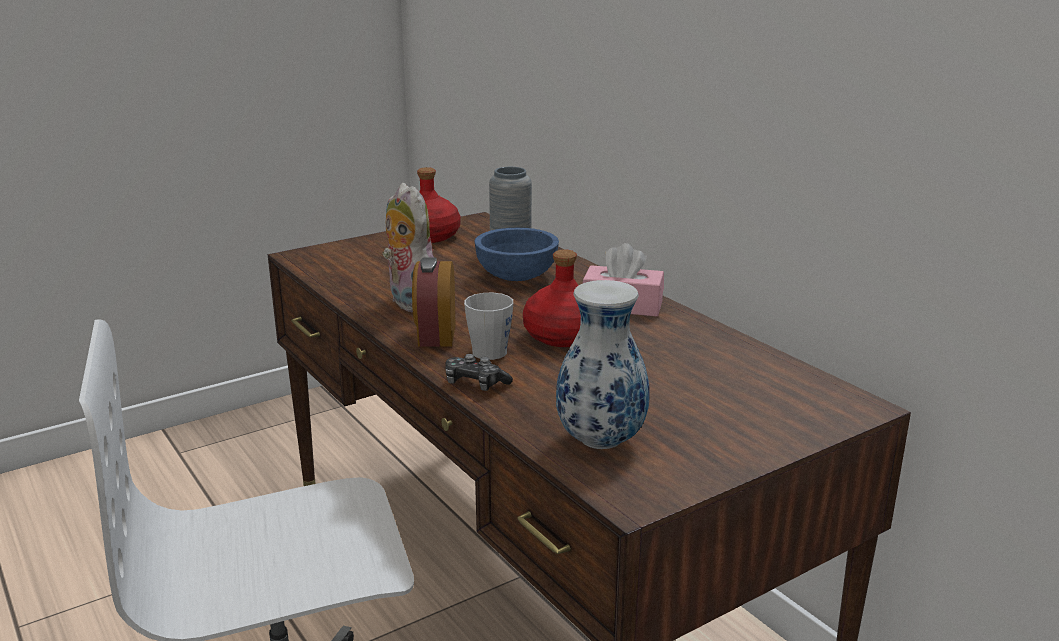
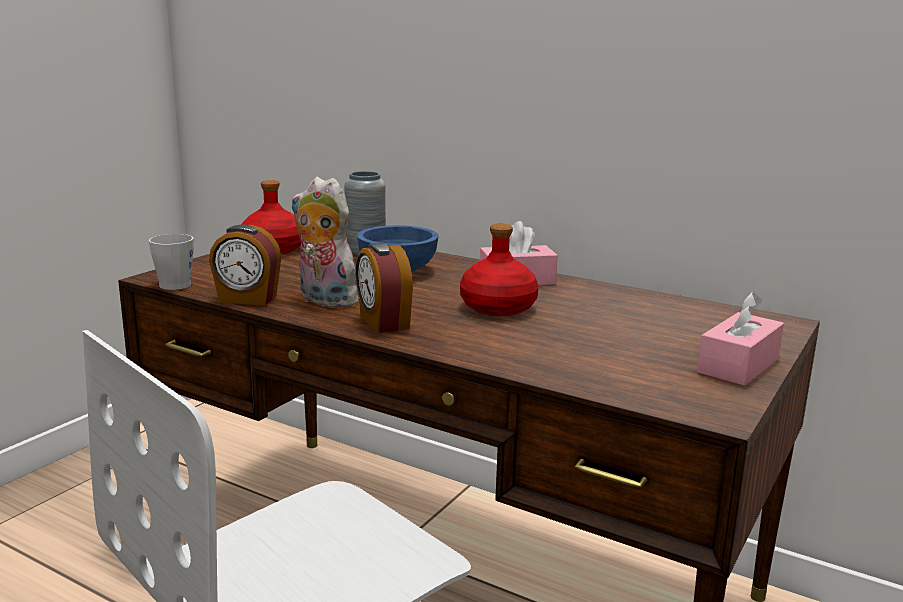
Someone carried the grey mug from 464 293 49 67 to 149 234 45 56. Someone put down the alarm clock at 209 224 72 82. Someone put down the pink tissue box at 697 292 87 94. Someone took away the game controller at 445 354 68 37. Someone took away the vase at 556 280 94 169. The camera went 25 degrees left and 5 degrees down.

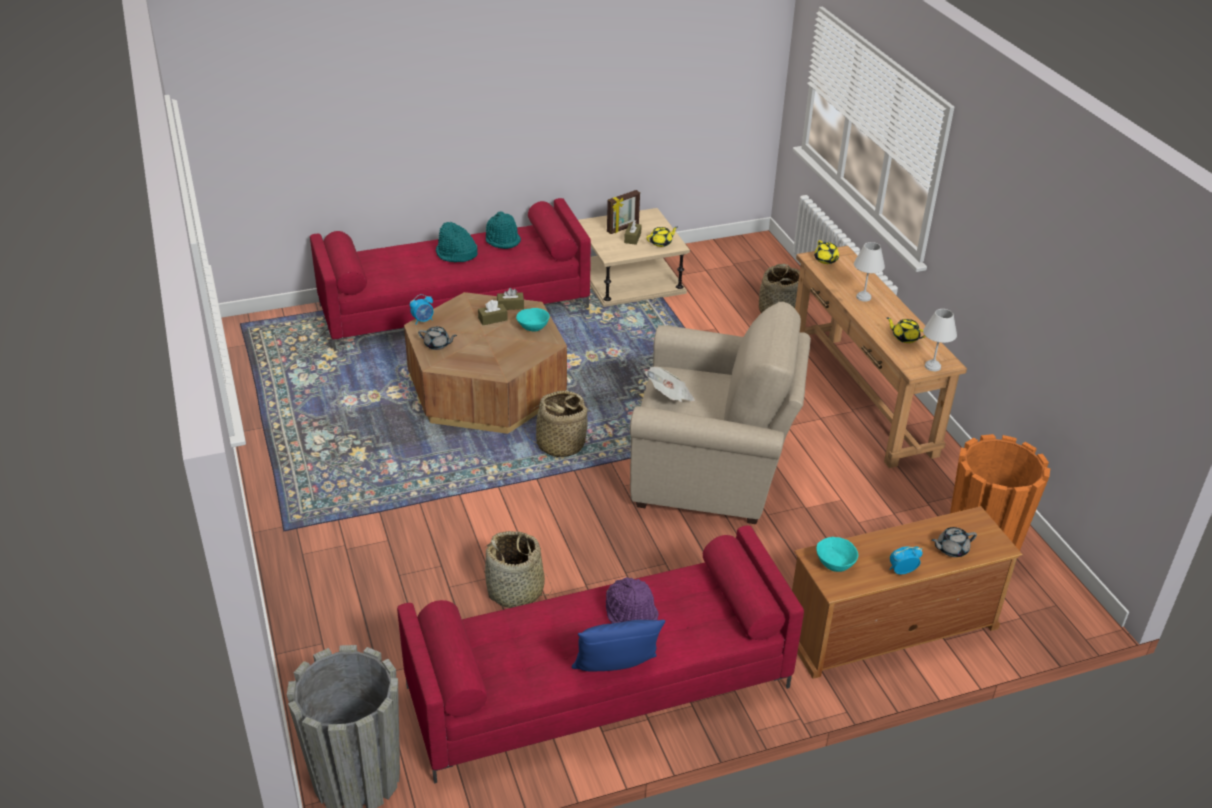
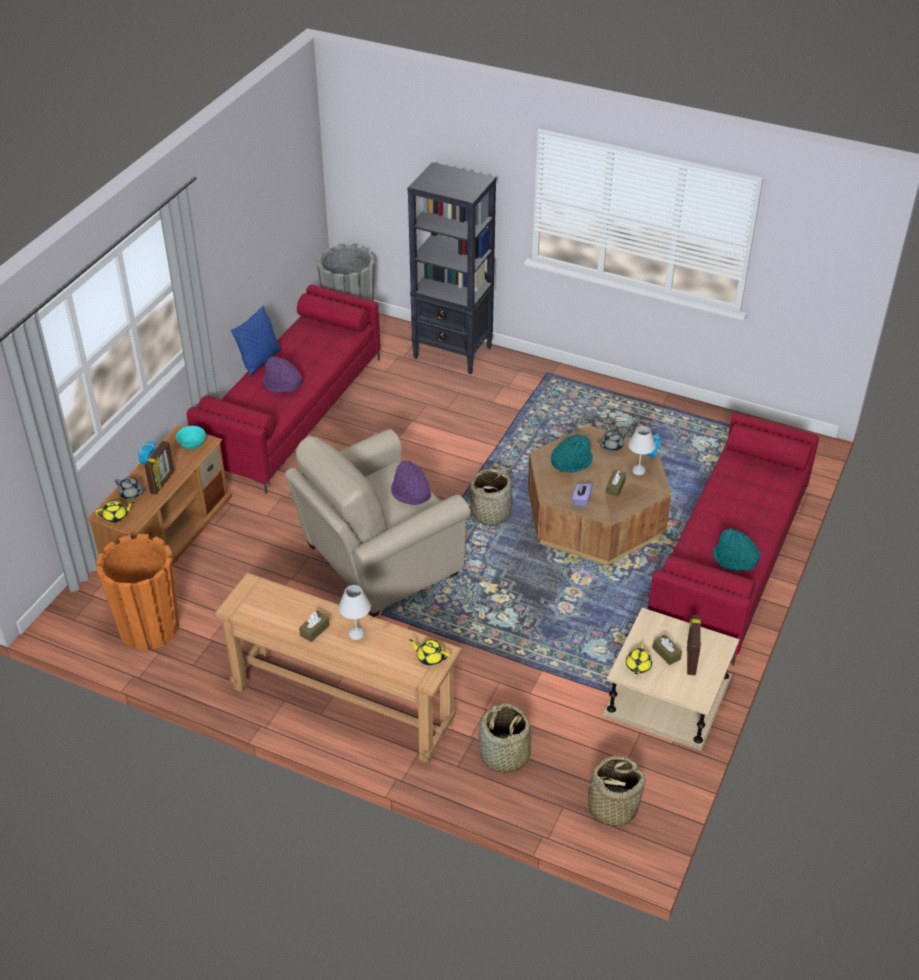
Someone carried the yellow teapot from 887 317 39 26 to 95 500 39 23. Someone rotated the grey teapot at 932 527 45 30 by 90 degrees clockwise. Someone put down the picture frame at 144 441 30 54. Someone carried the brown tissue box from 497 288 27 22 to 299 611 31 31. Someone swapped the newspaper at 645 366 50 36 for the purple hat at 391 461 40 44. Someone put down the black bookcase at 407 162 89 212. Someone carried the turquoise hat from 436 222 42 41 to 551 434 42 38. Someone swapped the turquoise bowl at 516 308 34 24 for the purple tissue box at 572 482 20 26. Someone carried the basket from 483 531 69 77 to 578 756 67 71. Someone carried the white table lamp from 923 309 34 62 to 628 426 27 49. The camera went 135 degrees right and 5 degrees up.

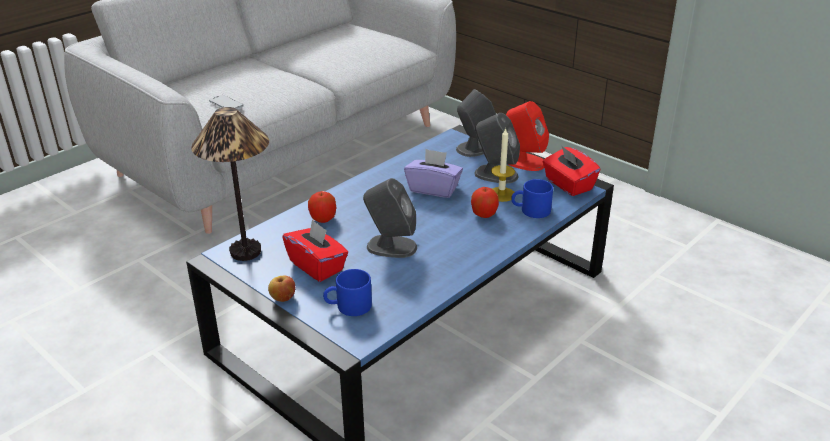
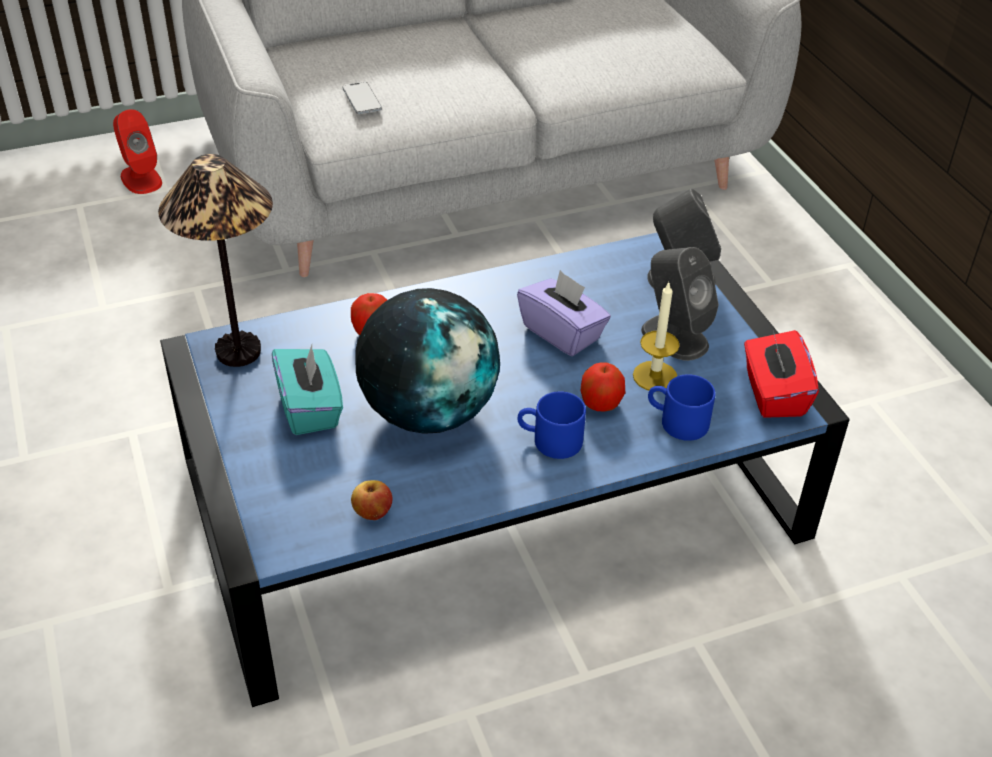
Someone carried the red speaker from 506 101 43 70 to 113 109 49 85. Someone repainted the red tissue box at 282 219 66 63, which became the turquoise tissue box at 272 345 71 90. Someone carried the apple from 268 276 27 26 to 351 480 42 40. Someone swapped the grey speaker at 363 178 54 80 for the globe at 355 288 145 146. Someone carried the blue mug from 323 269 49 47 to 518 391 68 68. The camera went 25 degrees right and 10 degrees up.

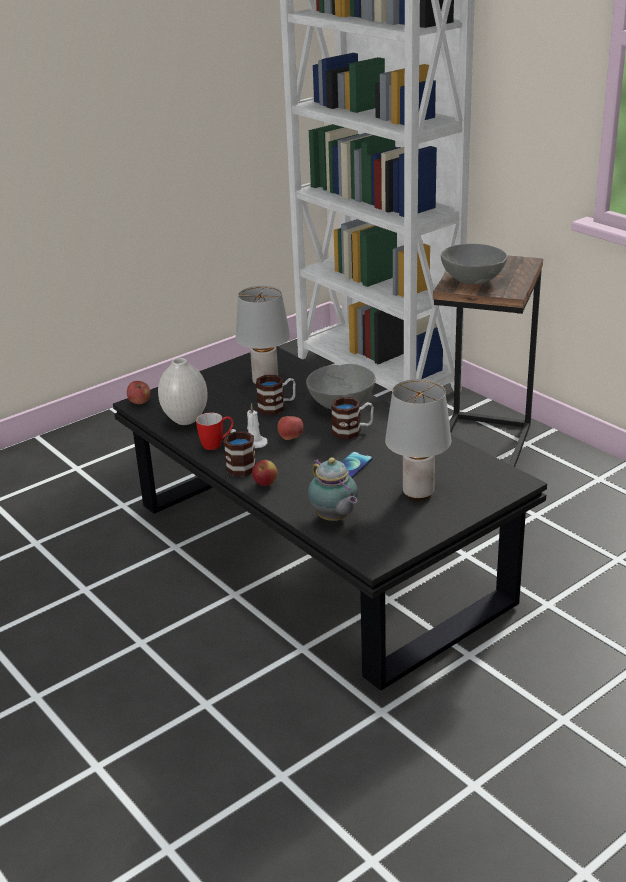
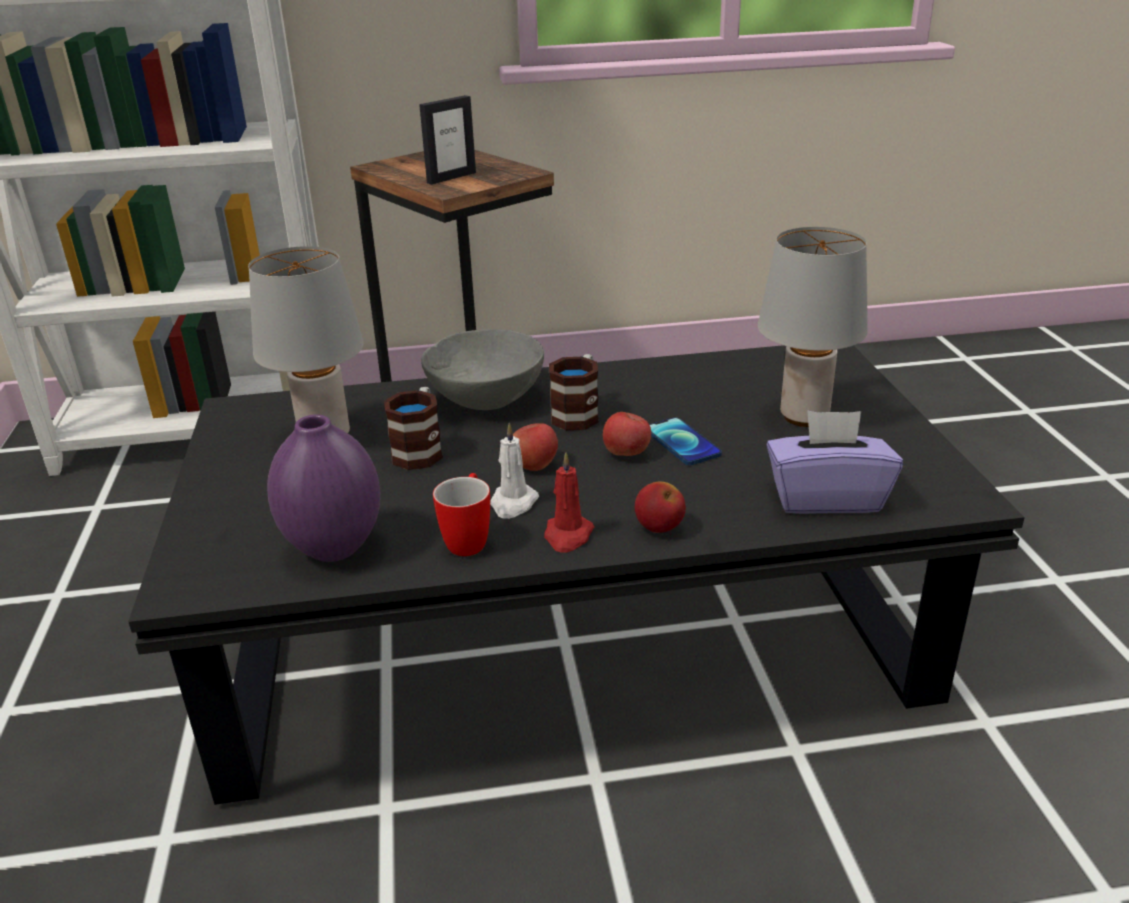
Someone repainted the white vase at 158 358 50 67, which became the purple vase at 267 415 113 147. Someone swapped the grey bowl at 441 244 66 40 for the picture frame at 419 95 57 89. Someone swapped the mug at 223 429 33 47 for the red candle at 544 452 50 101. Someone carried the apple from 127 381 23 23 to 603 412 48 44. Someone swapped the teapot at 308 457 50 64 for the purple tissue box at 766 411 137 103. The camera went 60 degrees left and 0 degrees up.

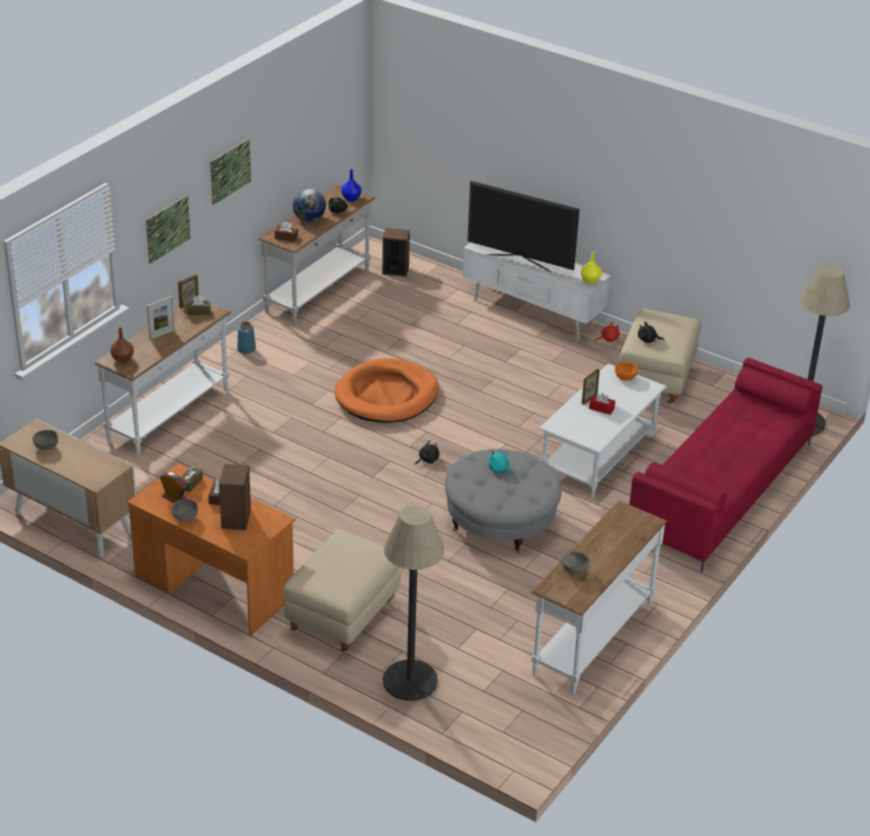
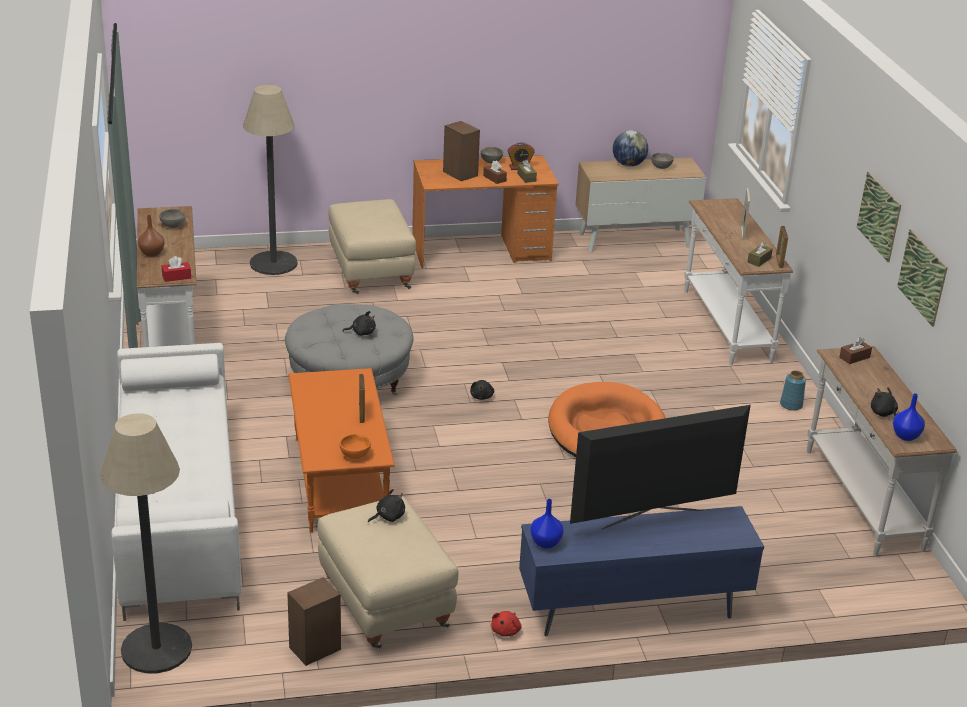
Someone repainted the red sofa at 629 358 193 214, which became the white sofa at 111 343 131 278. Someone carried the brown vase from 110 327 24 36 to 138 215 27 42. Someone carried the red tissue box from 589 393 26 22 to 162 256 29 26. Someone carried the speaker from 382 228 28 49 to 287 577 54 89. Someone repainted the white coffee table at 539 364 128 134, which became the orange coffee table at 288 368 107 164. Someone repainted the turquoise plush toy at 488 449 26 26, which became the black plush toy at 342 311 34 25. Someone repainted the white tv stand at 463 242 148 98, which became the blue tv stand at 519 506 245 130. Someone repainted the yellow vase at 581 251 21 33, which became the blue vase at 531 499 33 50. Someone carried the globe from 293 188 33 34 to 613 130 35 37. Someone carried the picture from 146 195 45 69 to 897 229 51 98. The camera went 135 degrees right and 5 degrees down.

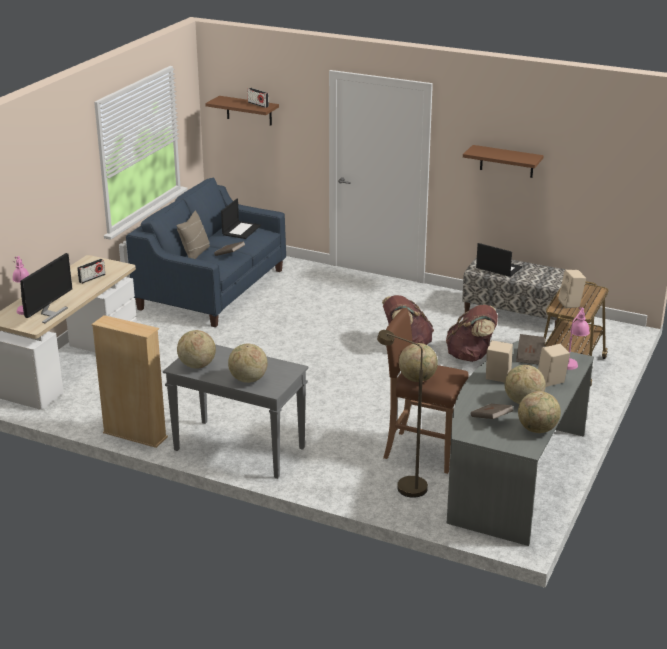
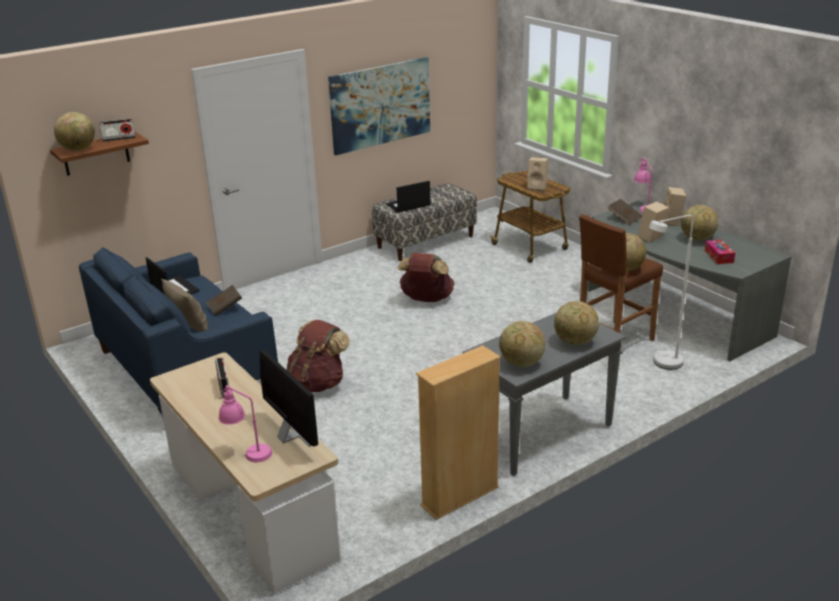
Someone carried the globe from 518 391 43 42 to 54 112 41 39. Someone carried the brown backpack from 446 305 52 57 to 287 320 63 72. Someone swapped the brown shelf at 463 145 81 33 for the picture at 328 57 102 98. Someone repainted the brown floor lamp at 377 330 51 168, which became the white floor lamp at 649 215 45 155. Someone swapped the brown book at 471 404 43 15 for the tissue box at 705 240 30 24. The camera went 60 degrees left and 0 degrees up.

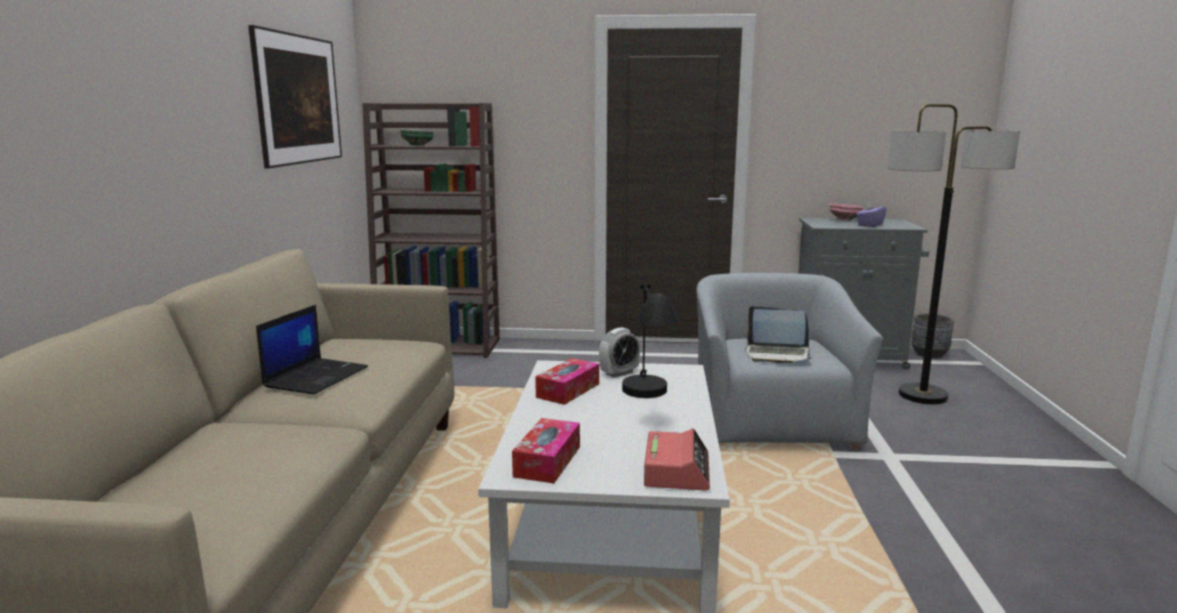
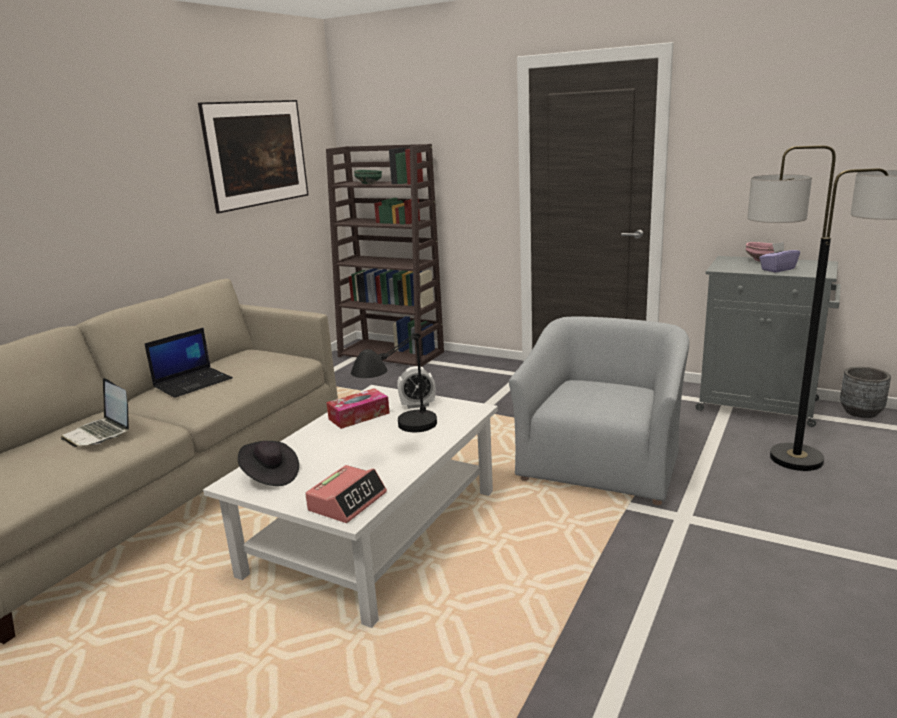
Someone carried the laptop from 745 306 67 57 to 61 378 68 69. Someone swapped the tissue box at 512 418 68 65 for the black hat at 238 441 61 45. The camera went 25 degrees right and 5 degrees up.

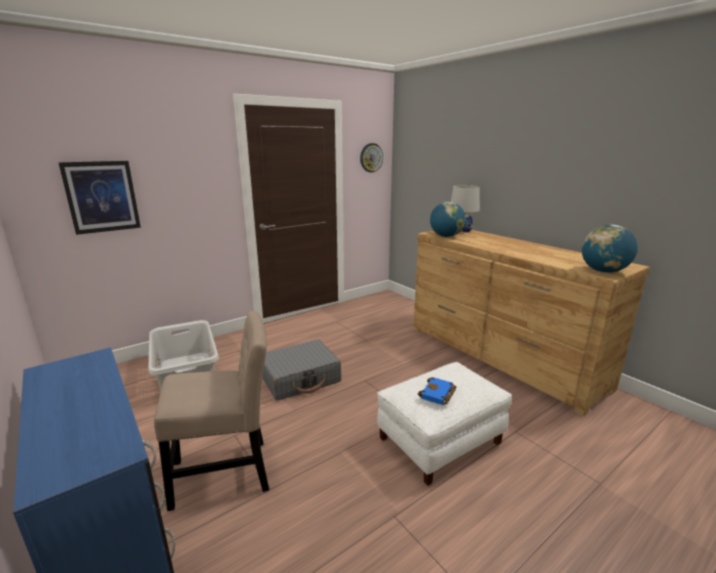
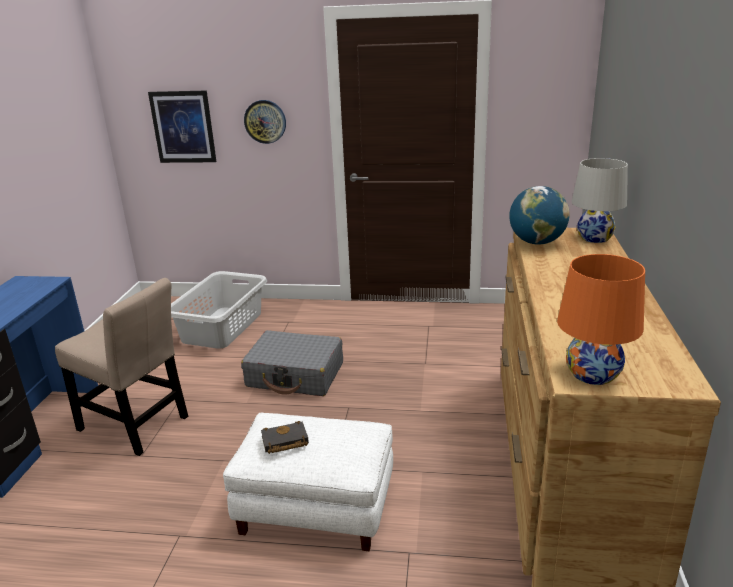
Someone carried the wall clock from 360 143 23 30 to 244 100 42 44. Someone repainted the blue book at 418 377 38 28, which became the black book at 261 421 48 33. Someone swapped the globe at 581 225 57 48 for the orange table lamp at 557 254 88 131. The camera went 45 degrees right and 5 degrees up.

